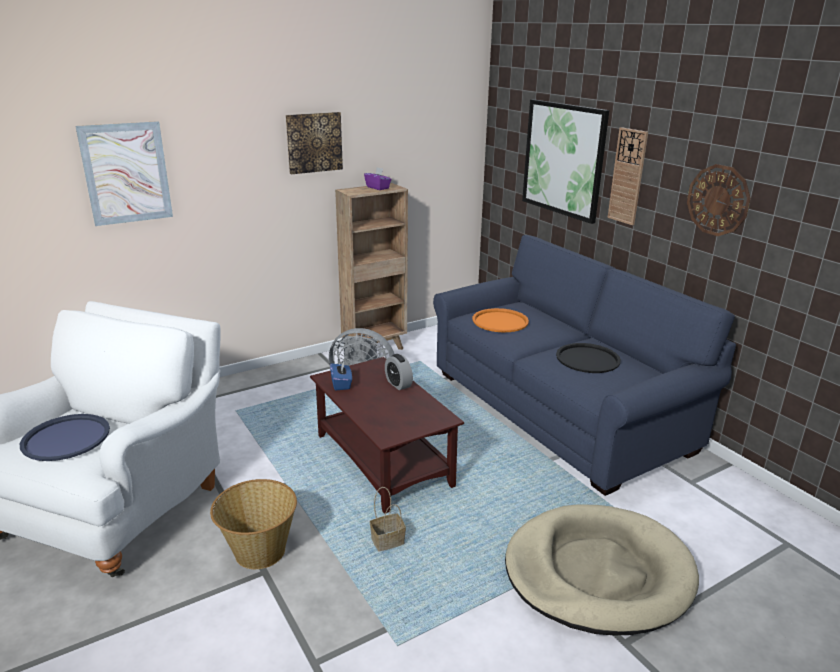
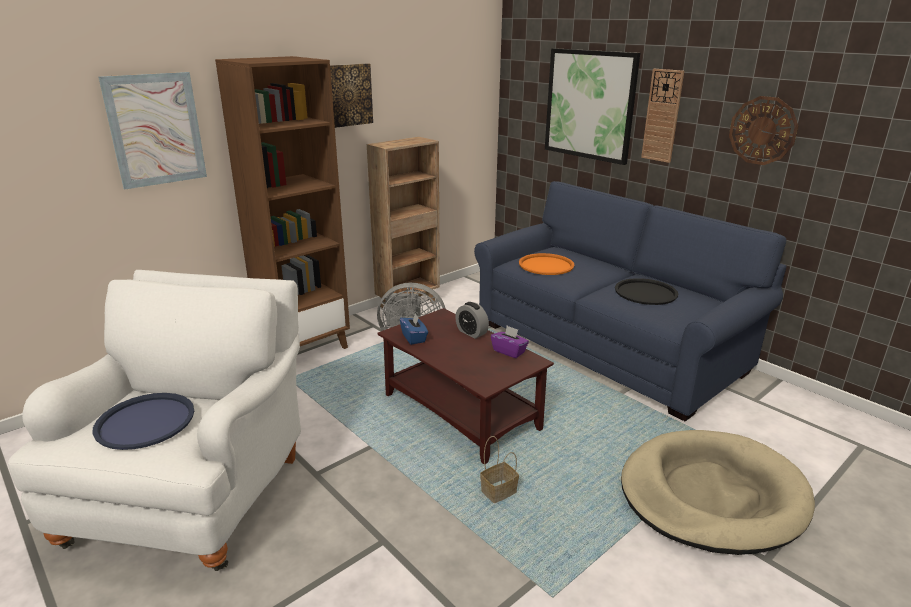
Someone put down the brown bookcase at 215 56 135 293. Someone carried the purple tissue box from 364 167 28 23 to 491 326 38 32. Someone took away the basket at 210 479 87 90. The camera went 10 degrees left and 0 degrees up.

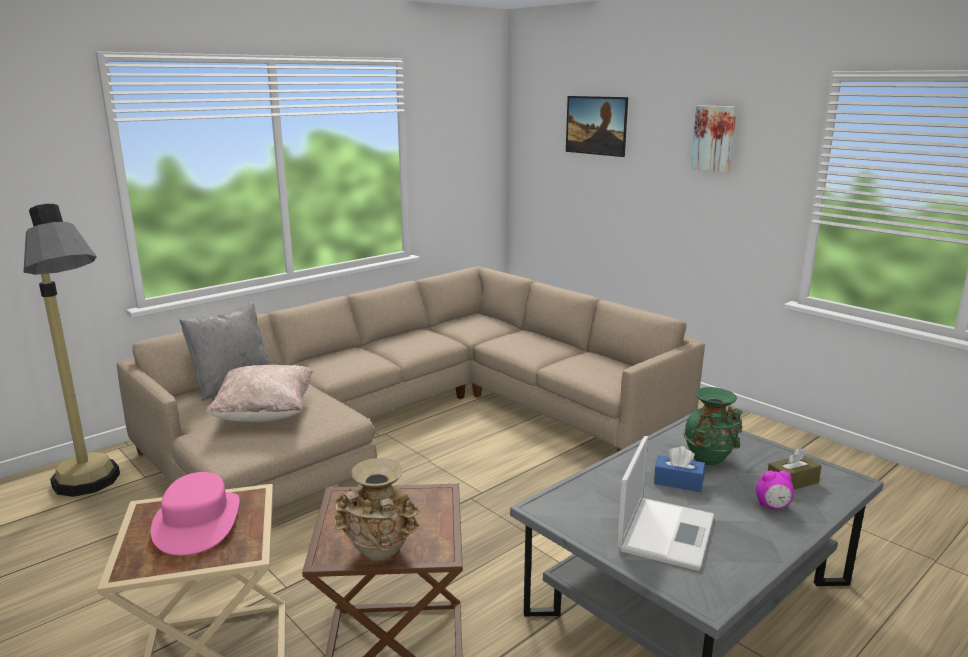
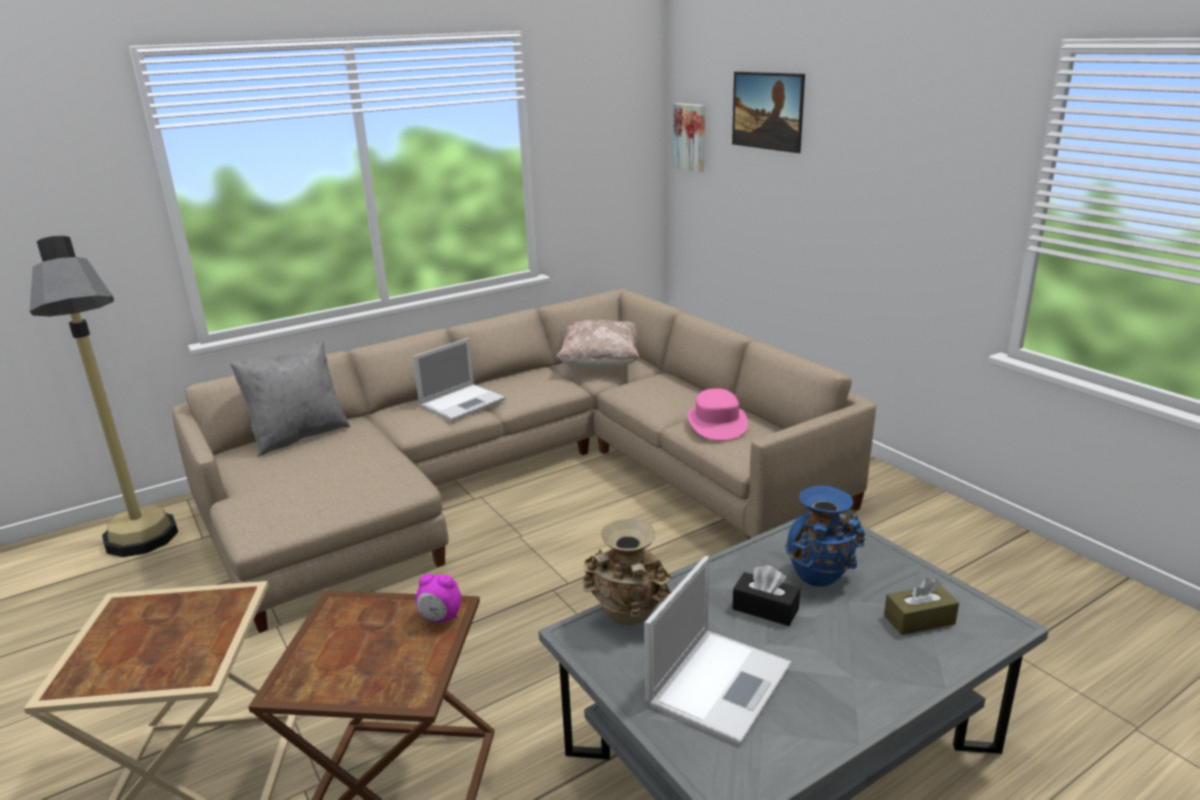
Someone put down the laptop at 413 338 92 83. Someone carried the alarm clock from 756 470 38 39 to 416 574 45 48. Someone carried the beige pillow from 206 365 107 57 to 556 320 83 49. Someone carried the beige vase from 334 458 85 103 to 583 519 89 106. Someone carried the picture from 691 105 46 68 to 674 103 31 69. Someone carried the pink hat from 151 472 89 84 to 687 388 61 53. Someone repainted the blue tissue box at 654 446 51 46, which became the black tissue box at 732 565 69 61. Someone repainted the green vase at 683 387 60 78, which became the blue vase at 786 485 79 102. The camera went 10 degrees right and 5 degrees up.

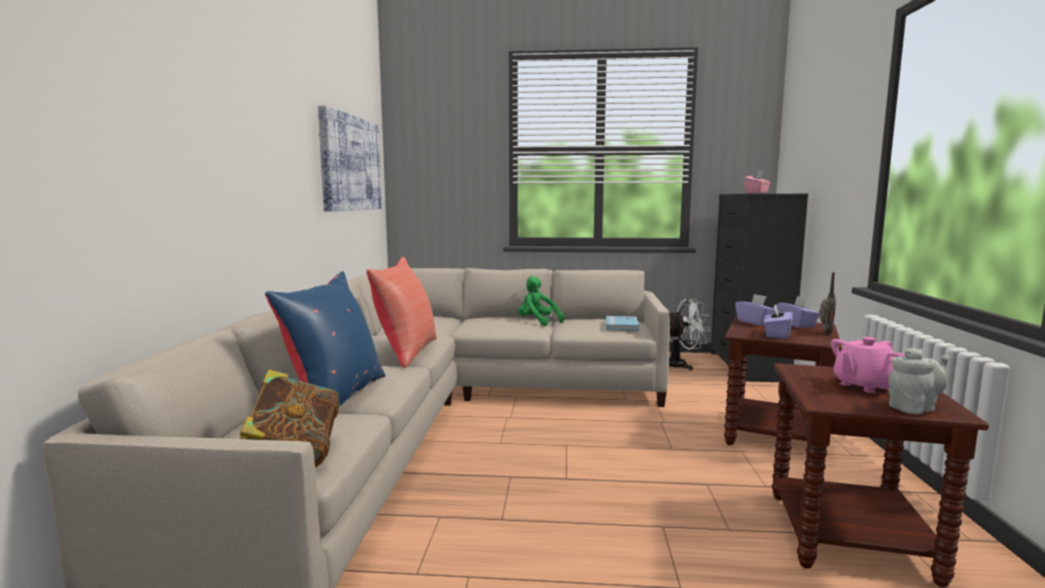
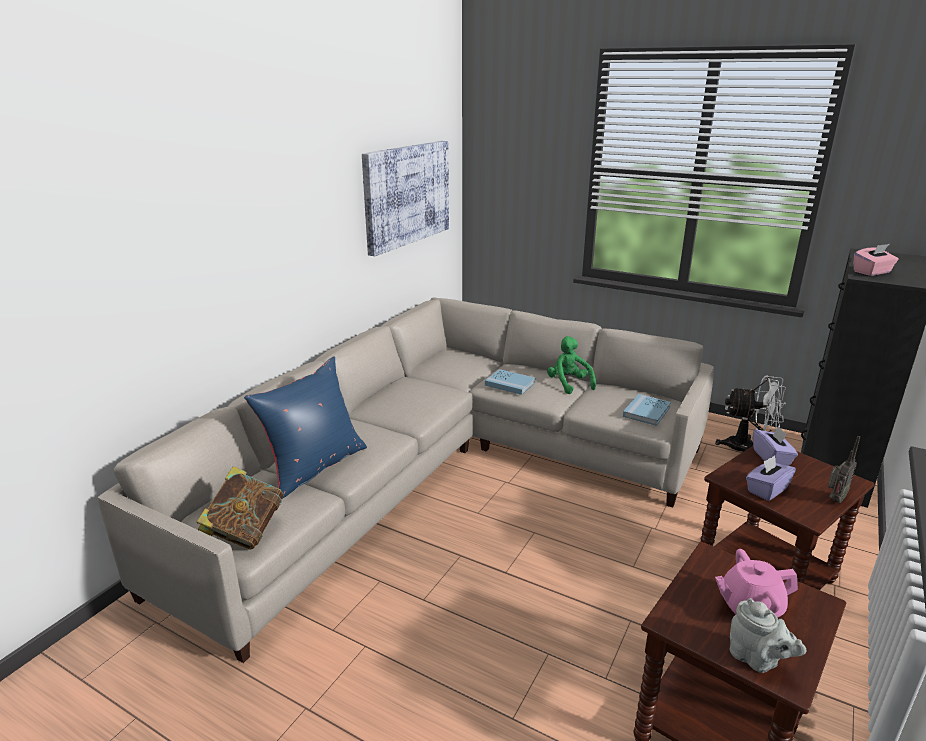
Someone put down the blue book at 485 369 51 26. Someone rotated the grey teapot at 888 348 61 66 by 45 degrees clockwise. Someone took away the red pillow at 366 256 71 112. Someone took away the purple tissue box at 777 296 43 32. The camera went 25 degrees right and 15 degrees up.

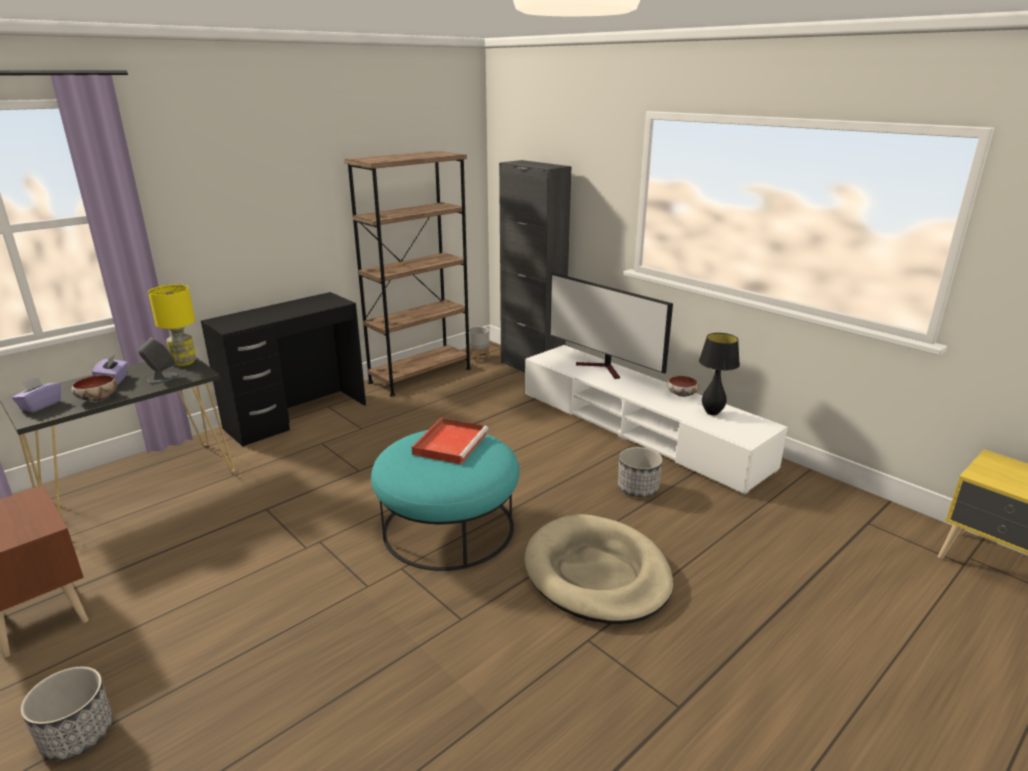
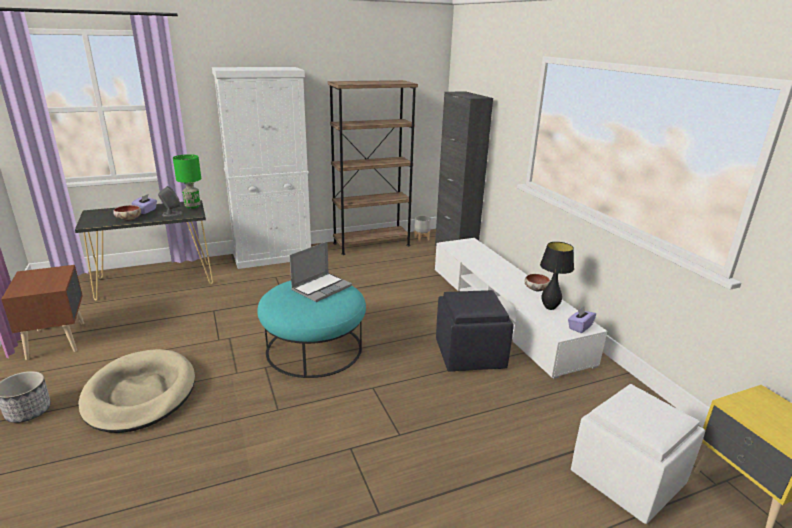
Someone carried the beige dog bed from 525 514 148 110 to 78 349 117 84. Someone repainted the yellow table lamp at 148 284 48 82, which became the green table lamp at 173 154 28 55. Someone swapped the black desk at 201 292 165 155 for the white cabinet at 212 67 99 202. Someone swapped the red tray at 412 418 77 47 for the laptop at 290 242 62 60. Someone swapped the planter at 618 447 45 50 for the black ottoman at 436 290 78 82. Someone carried the purple tissue box from 12 376 49 37 to 568 307 28 26. Someone put down the white ottoman at 571 384 134 140. Someone took away the television at 550 273 123 106. The camera went 20 degrees right and 0 degrees up.

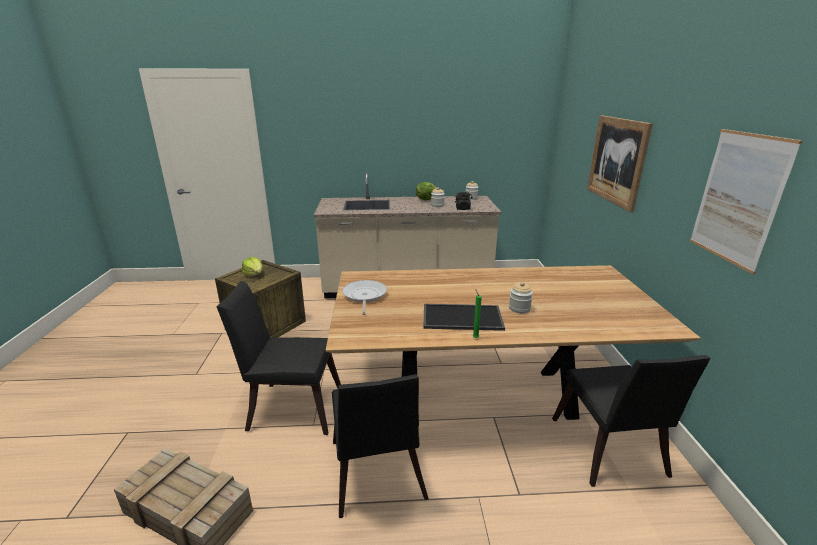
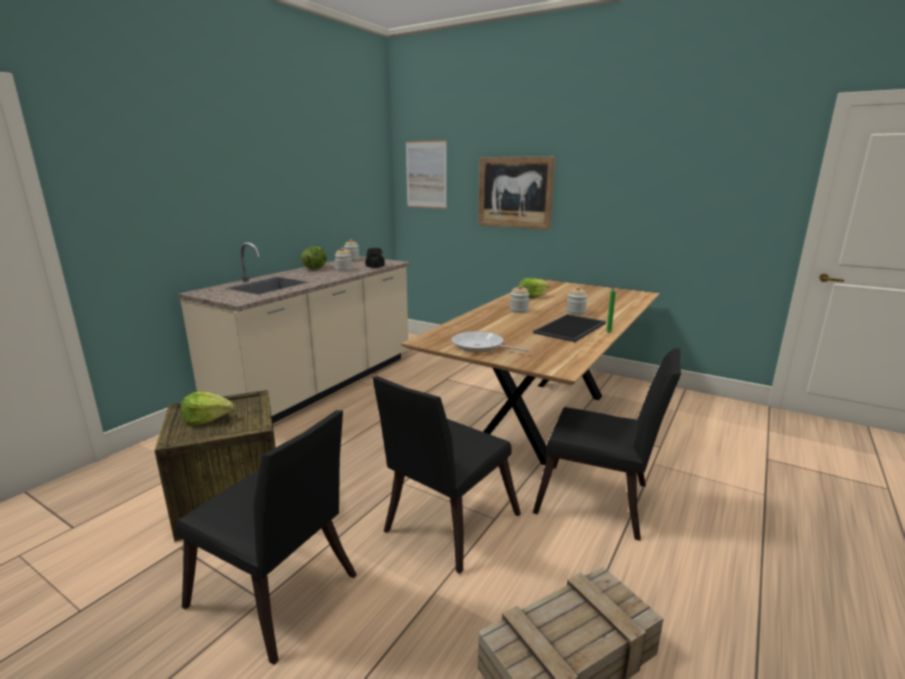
Someone carried the black chair from 552 355 159 132 to 175 410 182 255. Someone carried the picture from 690 129 113 145 to 405 140 42 69. Someone put down the jar at 510 285 20 28. Someone put down the lettuce at 519 278 30 20. The camera went 55 degrees left and 5 degrees down.

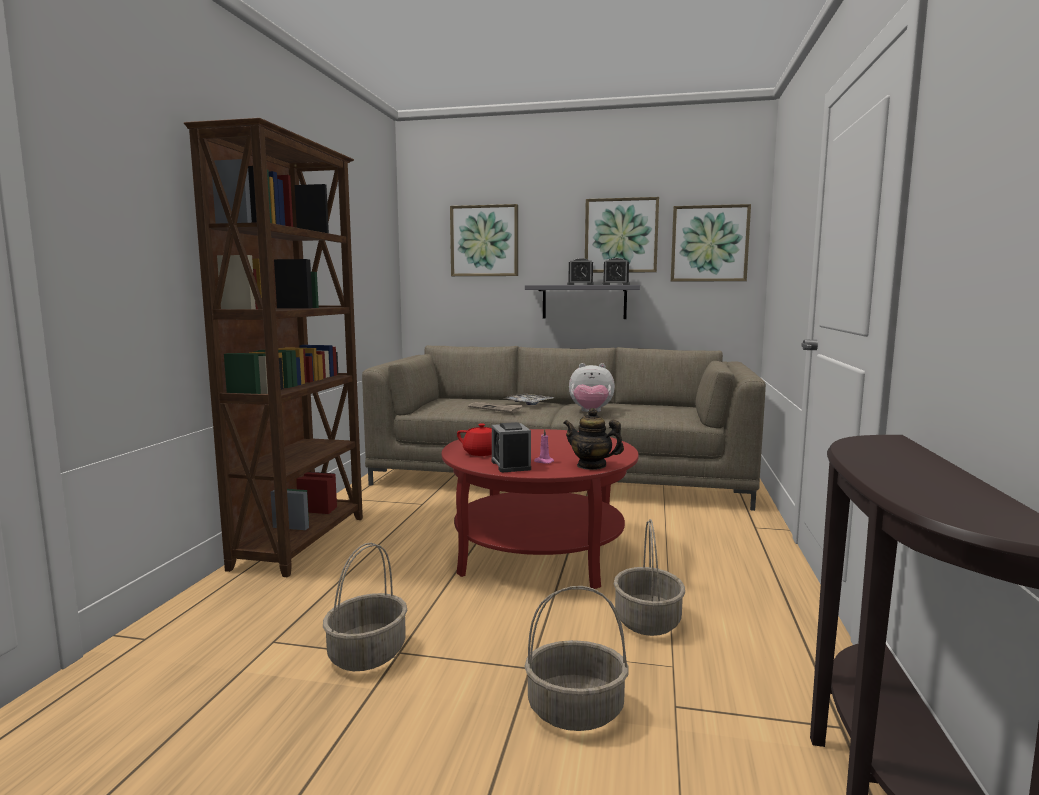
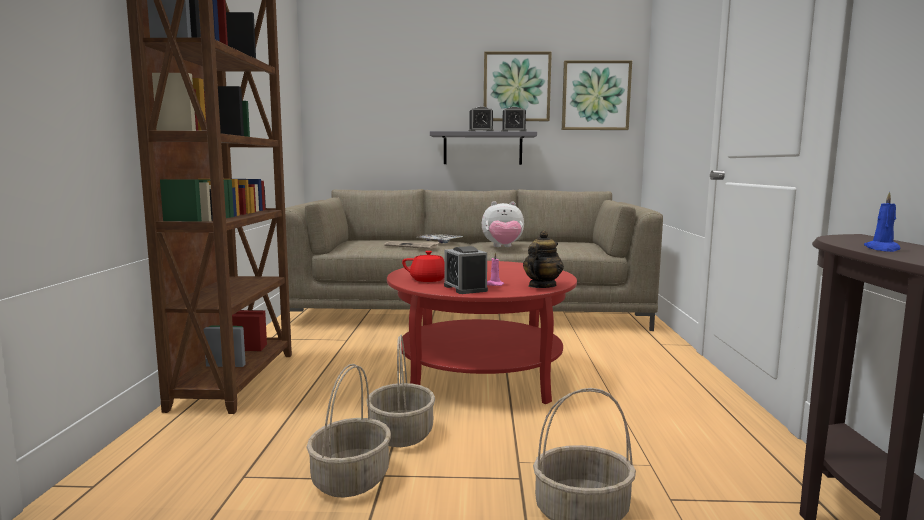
Someone carried the basket from 614 519 71 117 to 366 335 69 112. Someone rotated the teapot at 563 408 61 62 by 105 degrees clockwise. Someone put down the blue candle at 864 192 36 60. Someone took away the picture at 450 204 68 72. The camera went 10 degrees left and 0 degrees up.

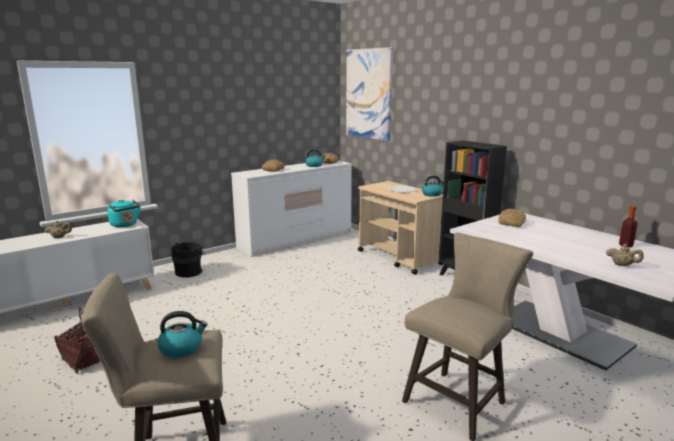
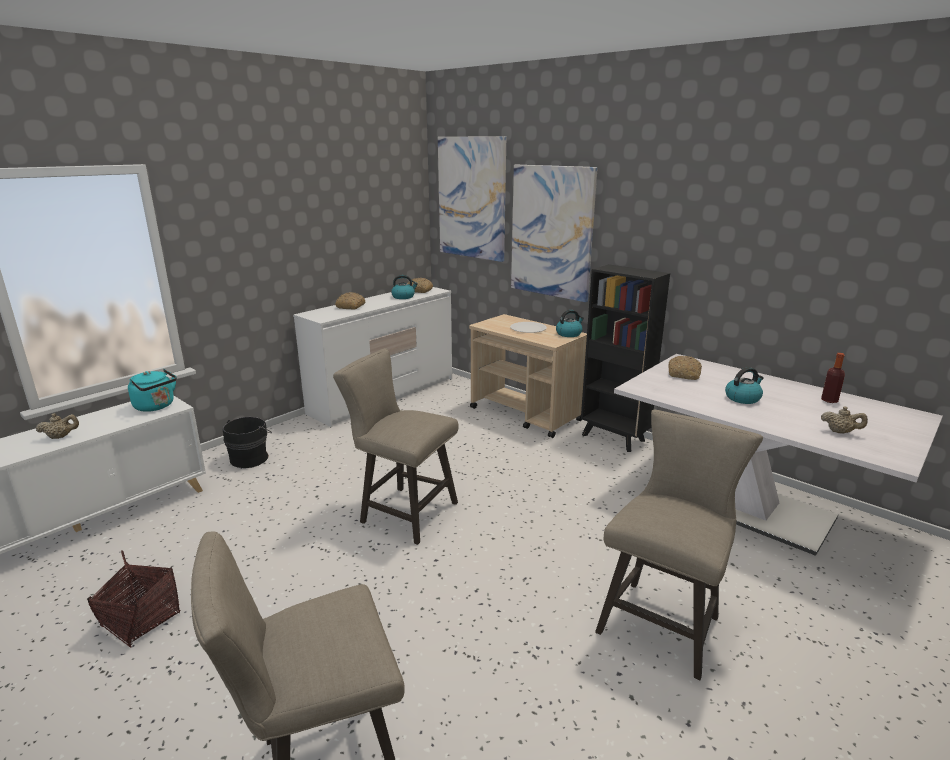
Someone put down the beige stool at 333 348 125 197. Someone put up the picture at 511 165 87 137. Someone carried the kettle from 157 311 51 47 to 725 367 39 37. The camera went 10 degrees left and 5 degrees up.

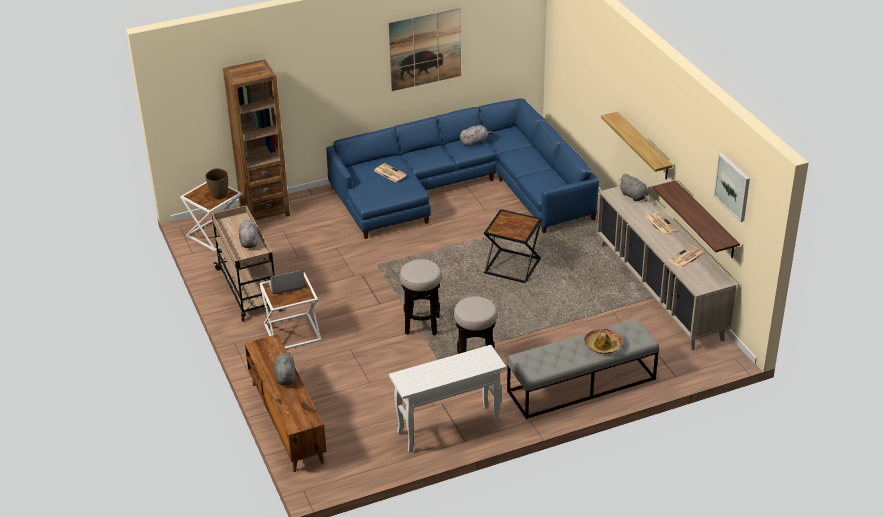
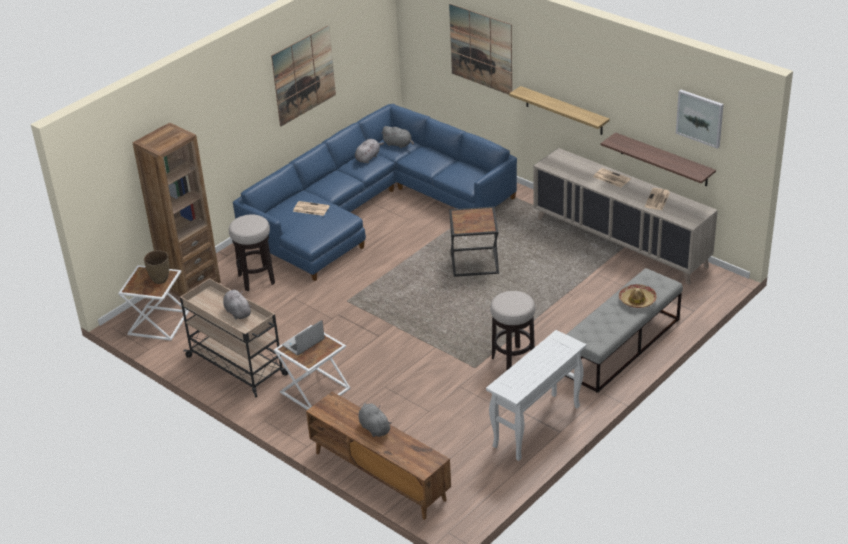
Someone carried the stool from 400 259 42 77 to 229 214 46 77. Someone carried the grey plush toy from 620 174 29 27 to 381 126 33 22. Someone put up the picture at 449 4 63 91. The camera went 25 degrees left and 0 degrees up.

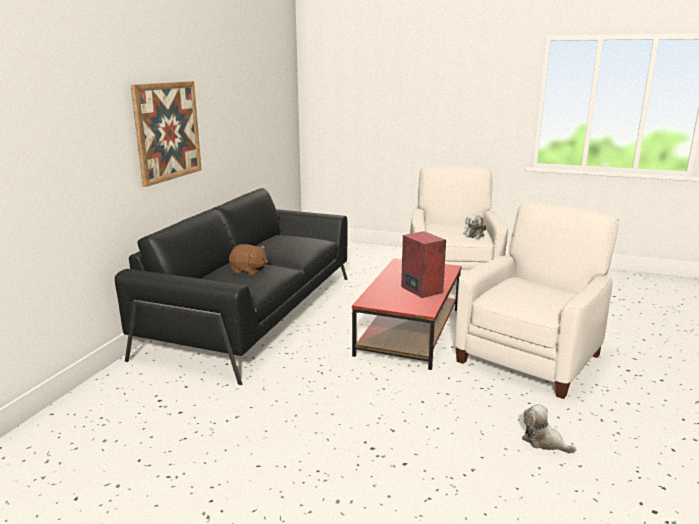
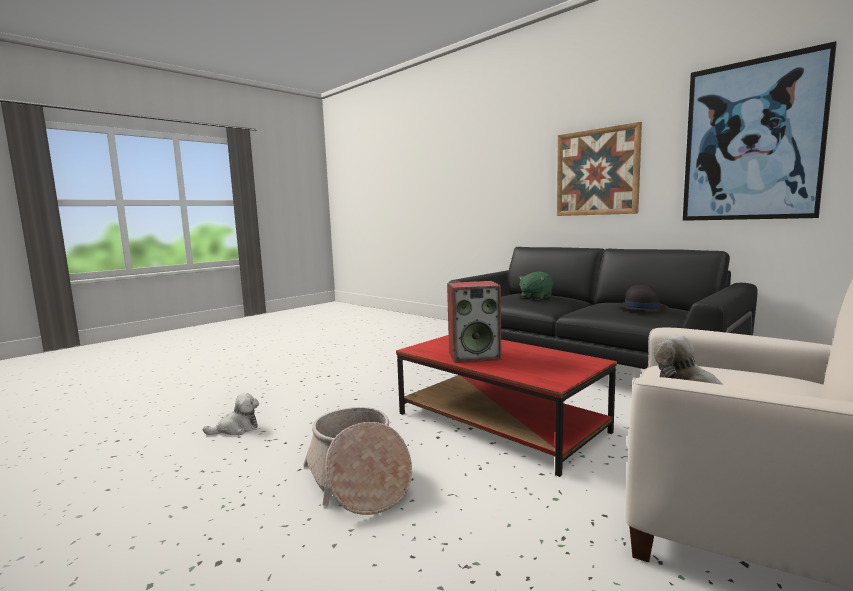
Someone swapped the white armchair at 454 202 165 197 for the basket at 303 407 109 108. Someone repainted the brown plush toy at 229 244 39 31, which became the green plush toy at 519 271 34 29. Someone put down the black hat at 618 285 50 27. Someone put up the picture at 683 41 154 180. The camera went 115 degrees right and 10 degrees down.

